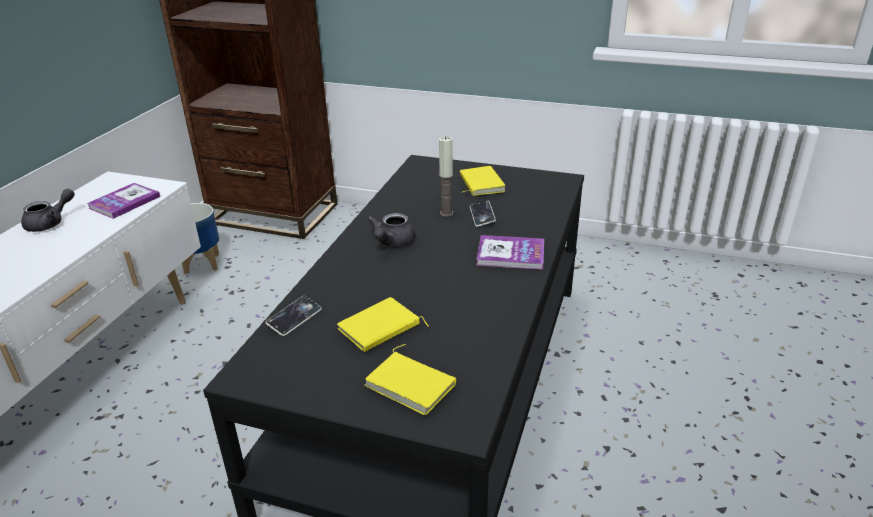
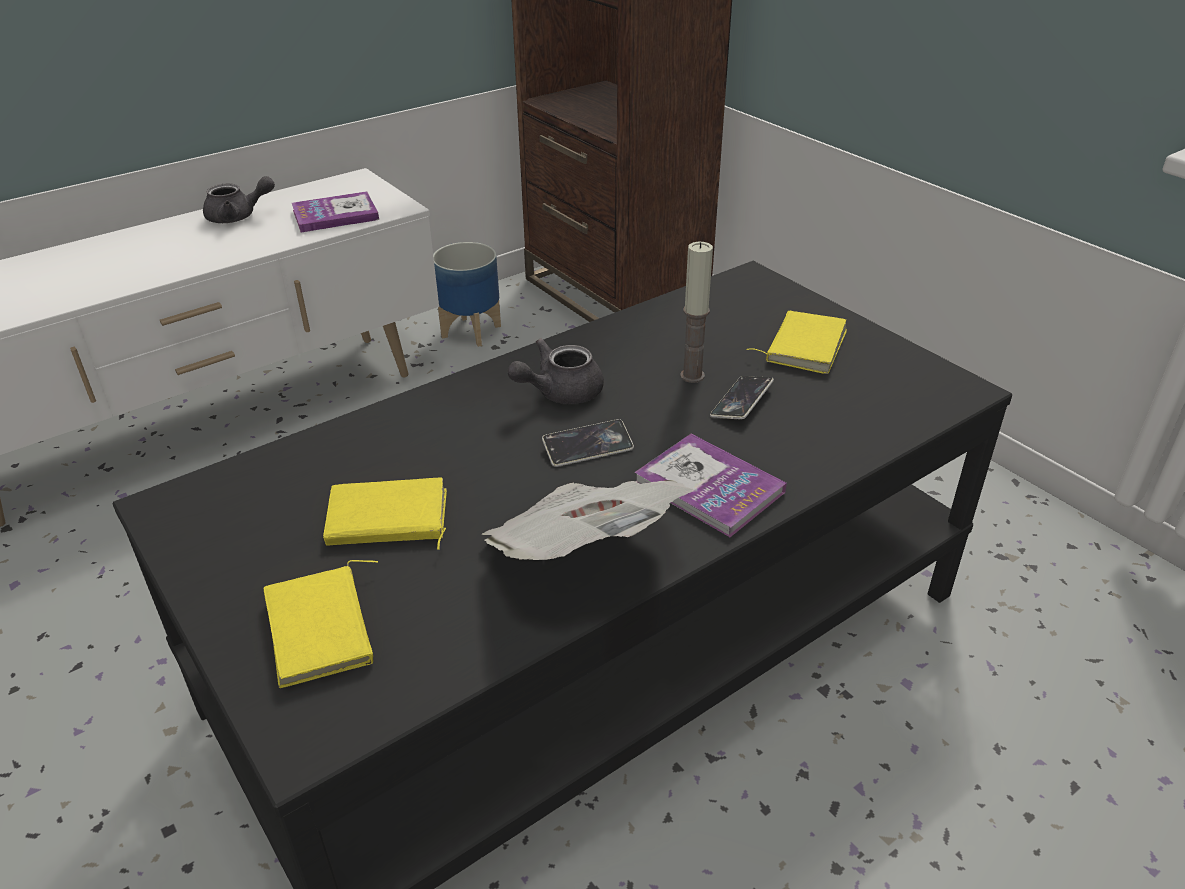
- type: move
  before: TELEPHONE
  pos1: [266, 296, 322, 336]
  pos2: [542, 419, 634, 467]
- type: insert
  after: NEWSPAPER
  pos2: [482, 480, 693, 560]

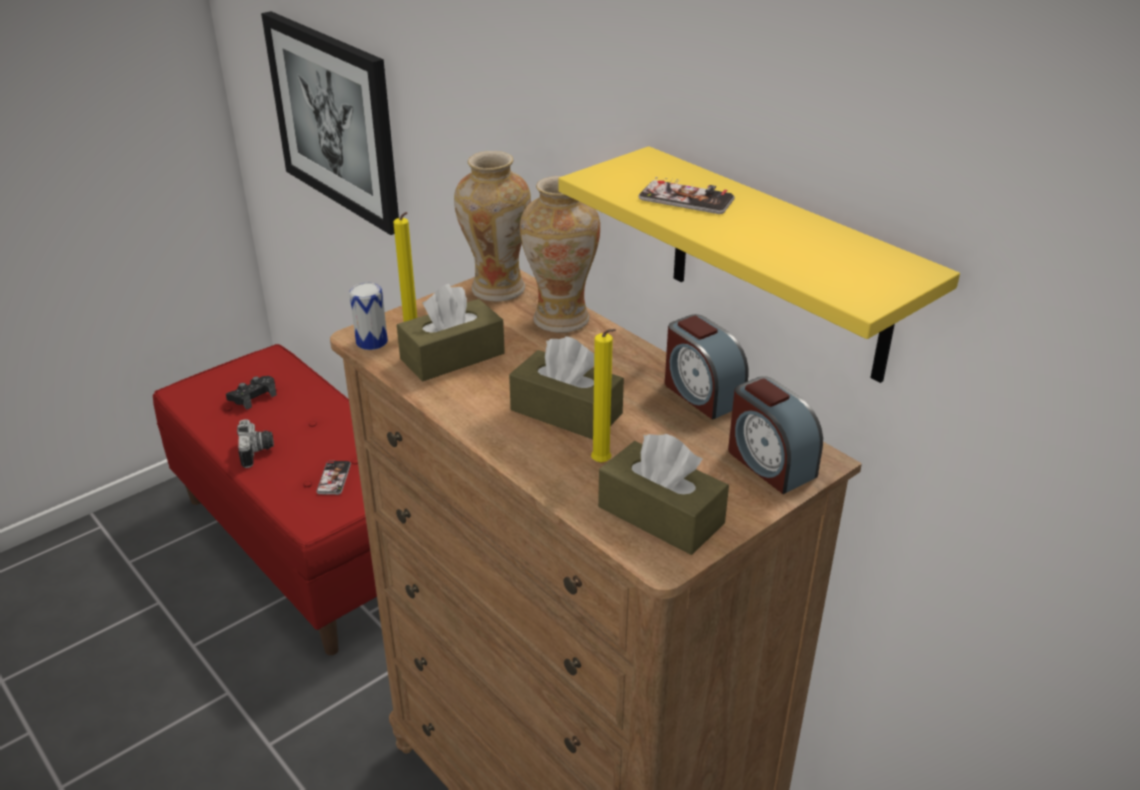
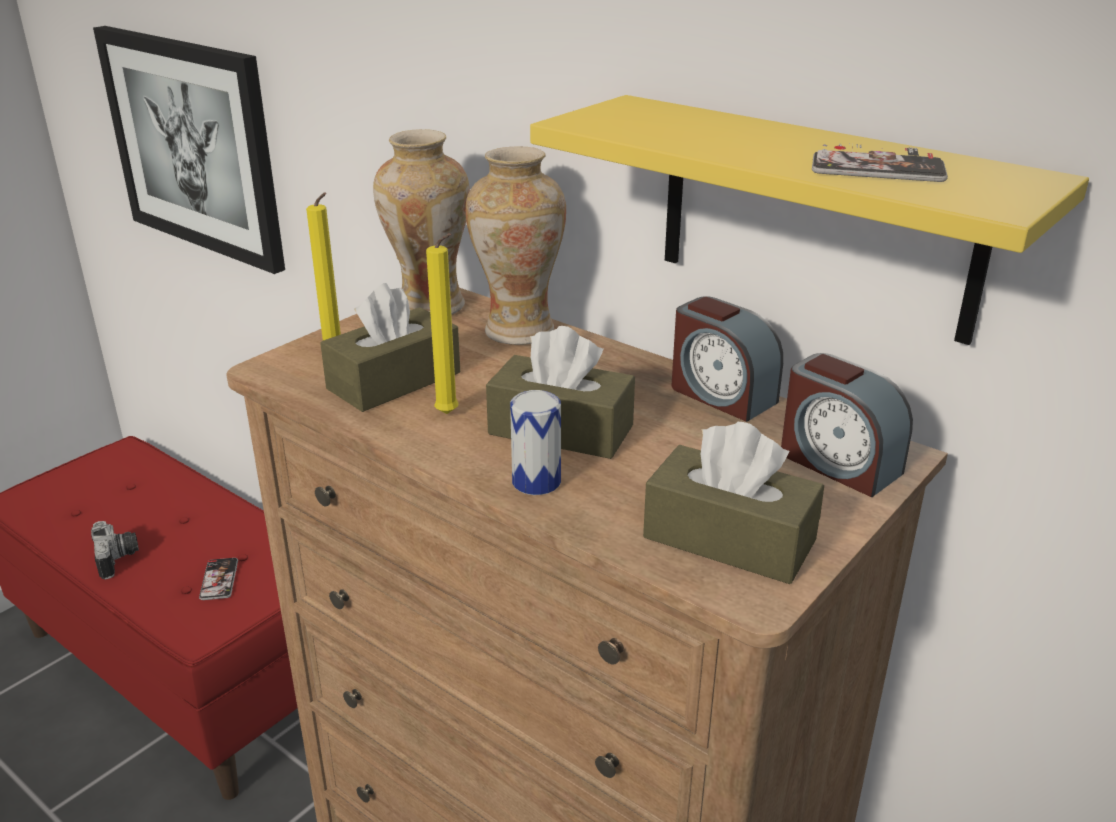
- type: move
  before: TELEPHONE
  pos1: [638, 177, 735, 214]
  pos2: [812, 143, 948, 182]
- type: move
  before: SEALED CAN
  pos1: [349, 283, 388, 350]
  pos2: [510, 390, 561, 495]
- type: move
  before: YELLOW-COLOURED WAX LIGHT
  pos1: [591, 329, 616, 463]
  pos2: [426, 233, 459, 414]
- type: delete
  before: BLACKISH GAME CONTROLLER
  pos1: [226, 376, 277, 410]

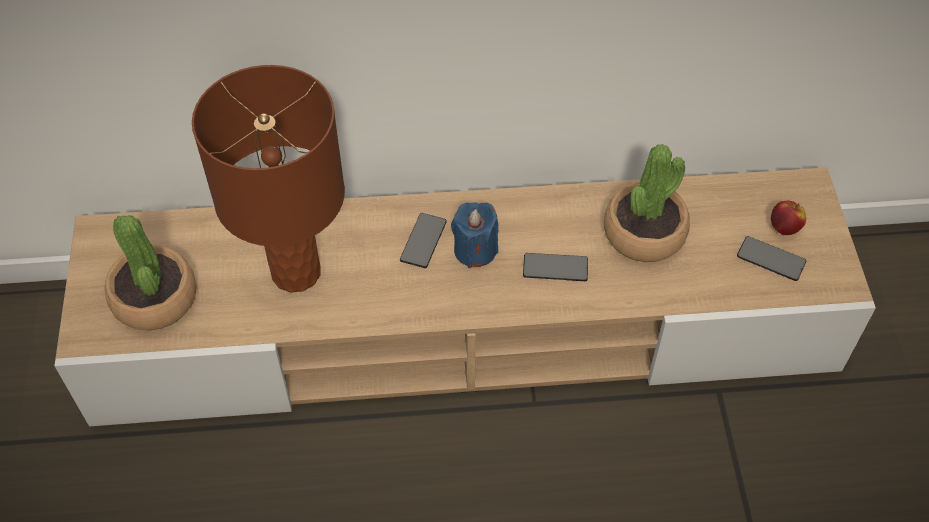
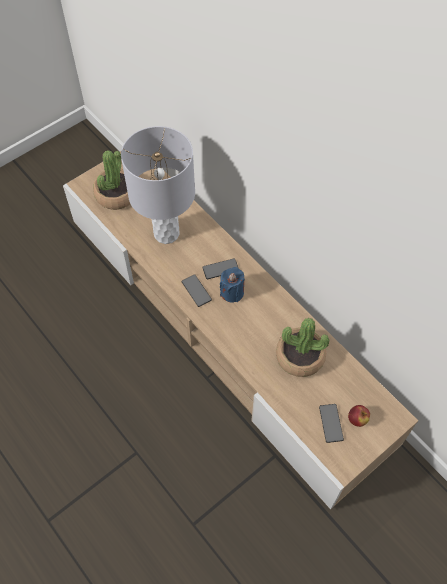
- type: recolor
  before: BROWN TABLE LAMP
  after: GREY TABLE LAMP
  pos1: [192, 65, 345, 293]
  pos2: [121, 126, 195, 244]
- type: move
  before: TELEPHONE
  pos1: [523, 253, 588, 281]
  pos2: [182, 274, 212, 307]

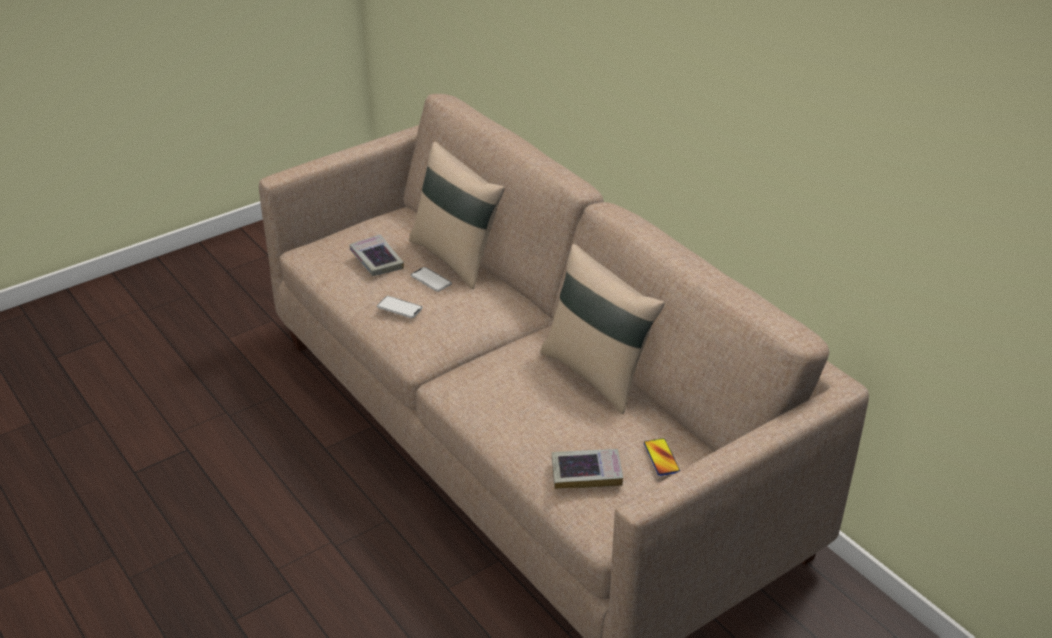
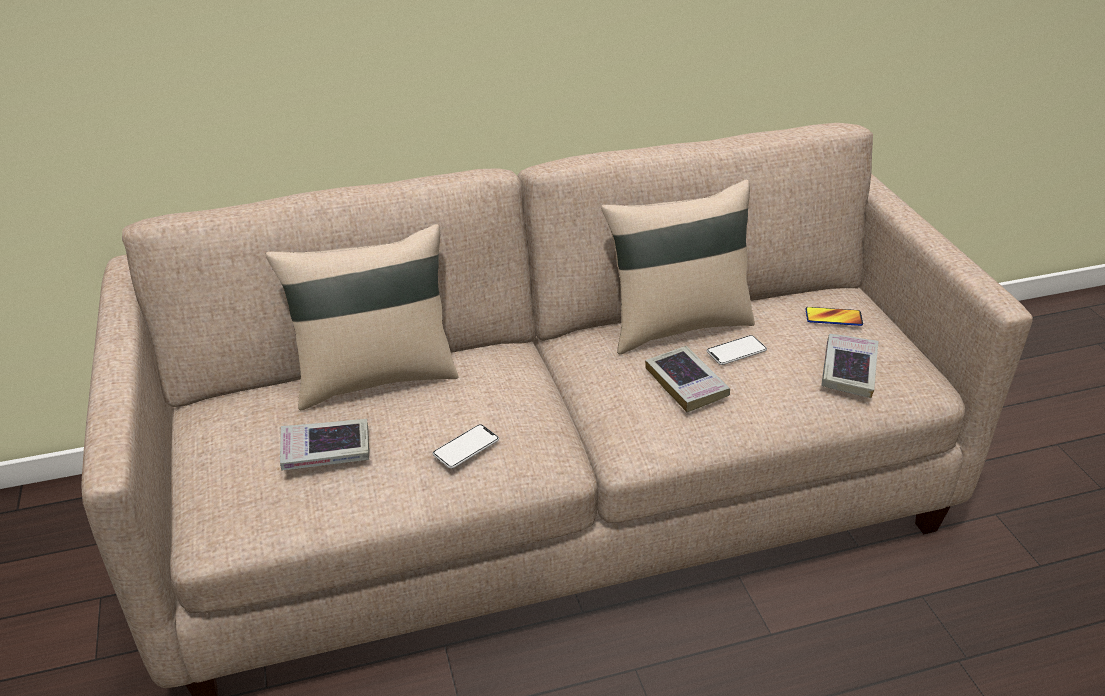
- type: move
  before: TELEPHONE
  pos1: [411, 267, 452, 292]
  pos2: [706, 335, 767, 365]
- type: insert
  after: VOLUME
  pos2: [645, 346, 730, 412]

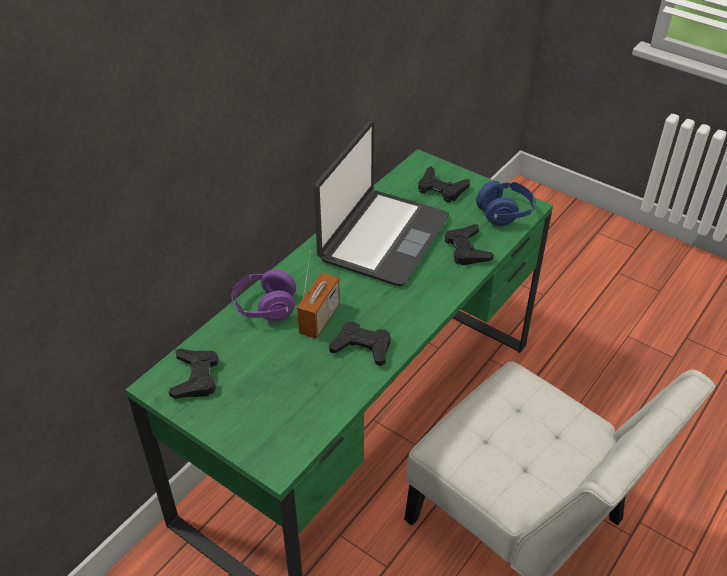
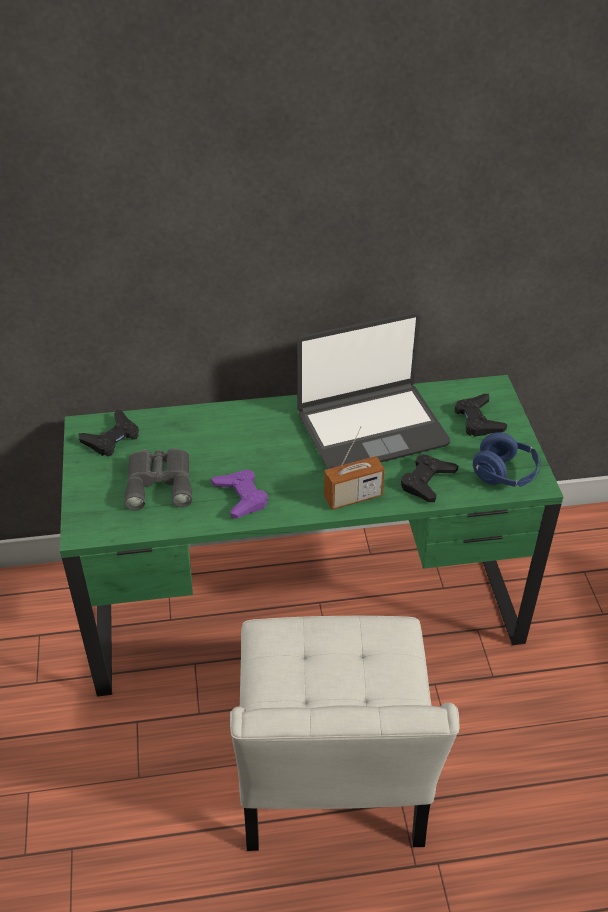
- type: move
  before: RADIO RECEIVER
  pos1: [297, 251, 340, 339]
  pos2: [324, 426, 385, 510]
- type: delete
  before: PURPLE-COLOURED HEADSET
  pos1: [232, 269, 296, 322]
- type: recolor
  before: BLACKISH GAME CONTROLLER
  after: PURPLE-COLOURED GAME CONTROLLER
  pos1: [329, 322, 390, 366]
  pos2: [211, 469, 268, 519]
- type: insert
  after: GREY BINOCULARS
  pos2: [124, 448, 192, 511]

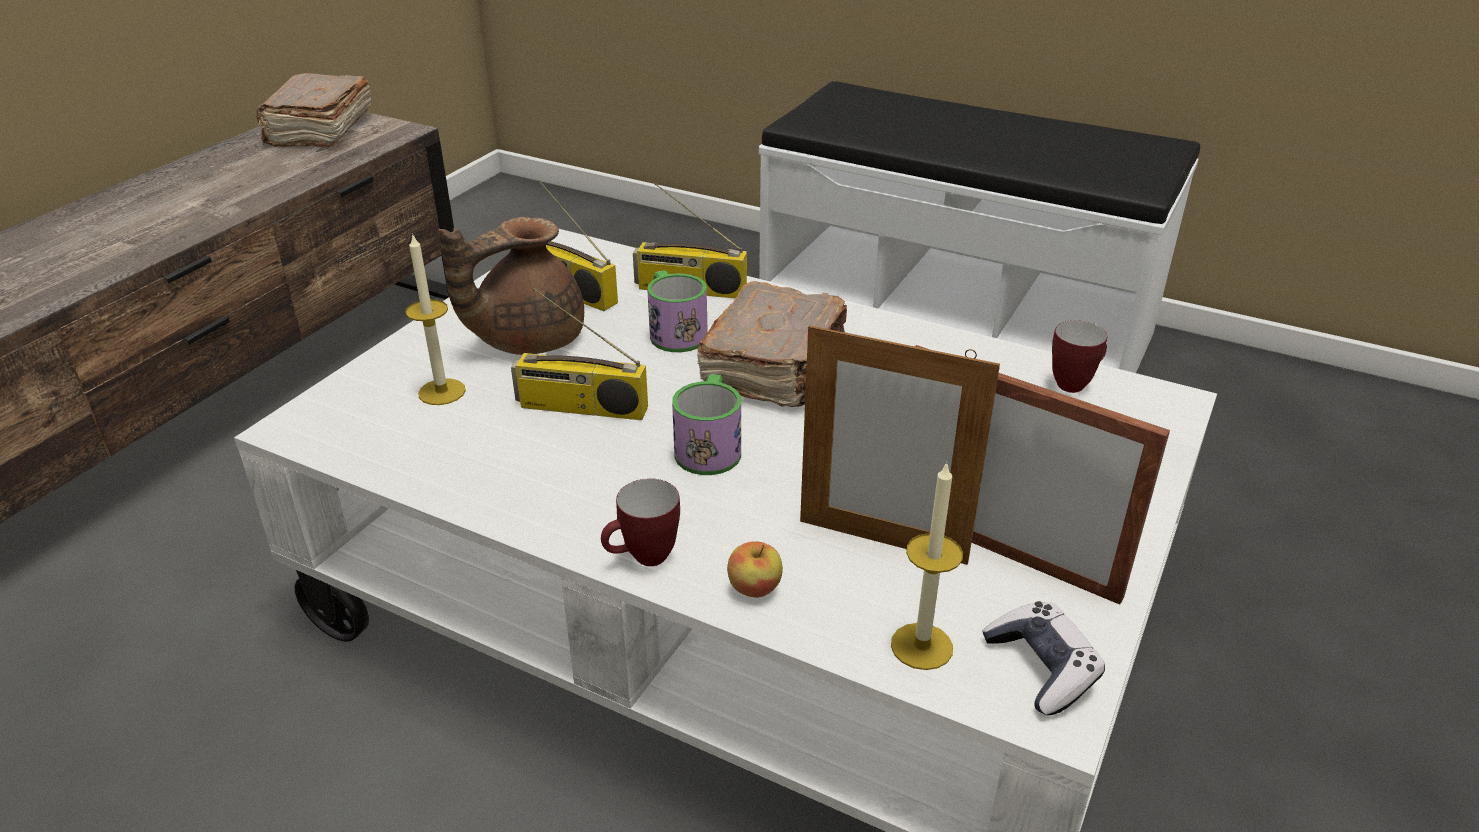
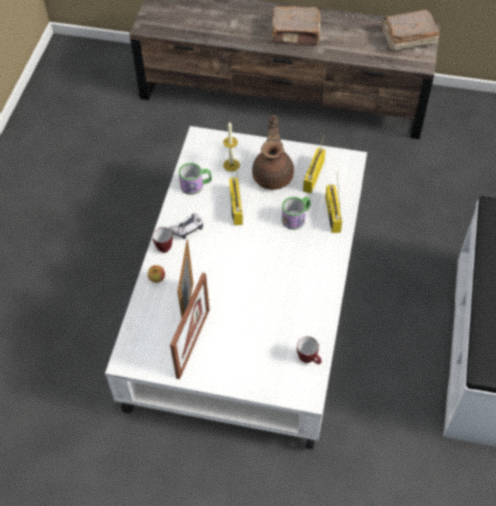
- type: rotate
  before: BROWN TEAPOT
  pos1: [438, 217, 584, 355]
  pos2: [252, 115, 294, 190]
  turn: 60
- type: move
  before: BROWN VOLUME
  pos1: [697, 281, 847, 407]
  pos2: [272, 6, 320, 45]
- type: move
  before: MUG
  pos1: [672, 374, 741, 475]
  pos2: [179, 163, 212, 195]
- type: delete
  before: WAX LIGHT
  pos1: [891, 462, 963, 670]
- type: move
  before: GAME CONTROLLER
  pos1: [982, 601, 1105, 716]
  pos2: [169, 213, 203, 239]

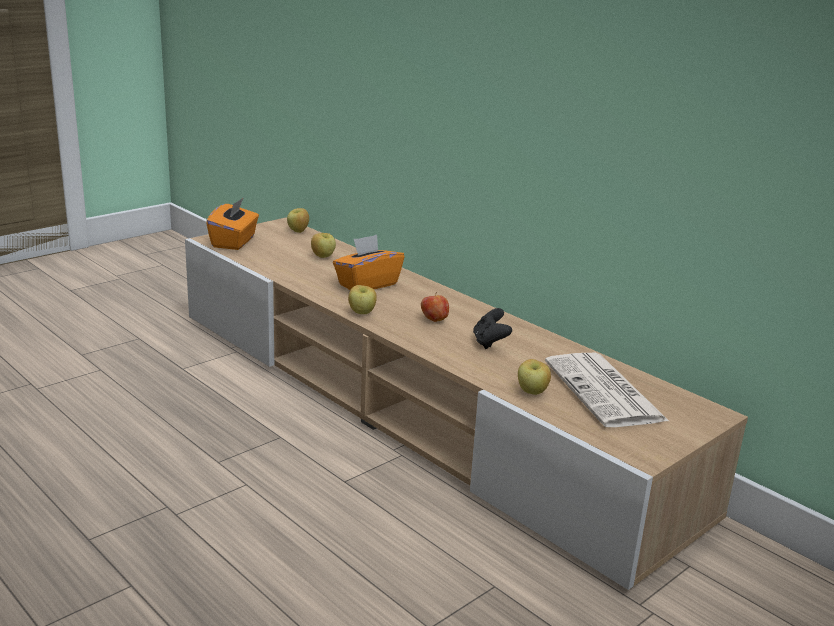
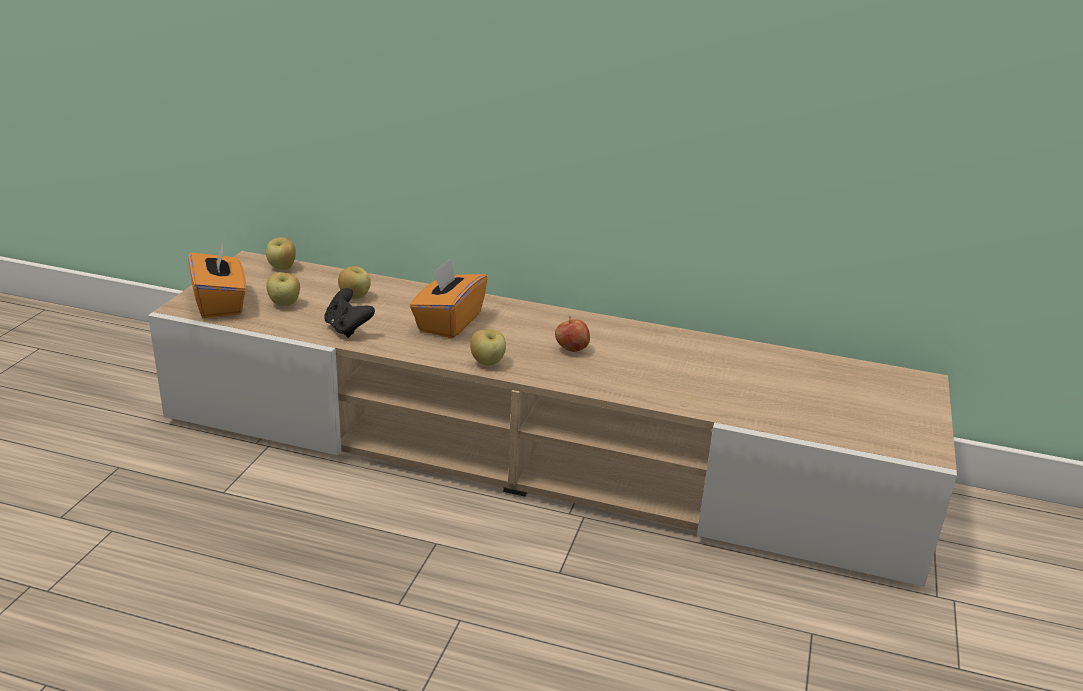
- type: move
  before: BLACKISH GAME CONTROLLER
  pos1: [473, 308, 512, 349]
  pos2: [324, 288, 375, 338]
- type: delete
  before: NEWSPAPER
  pos1: [545, 353, 669, 427]
- type: move
  before: WHOLE APPLE
  pos1: [518, 359, 551, 395]
  pos2: [266, 272, 300, 306]

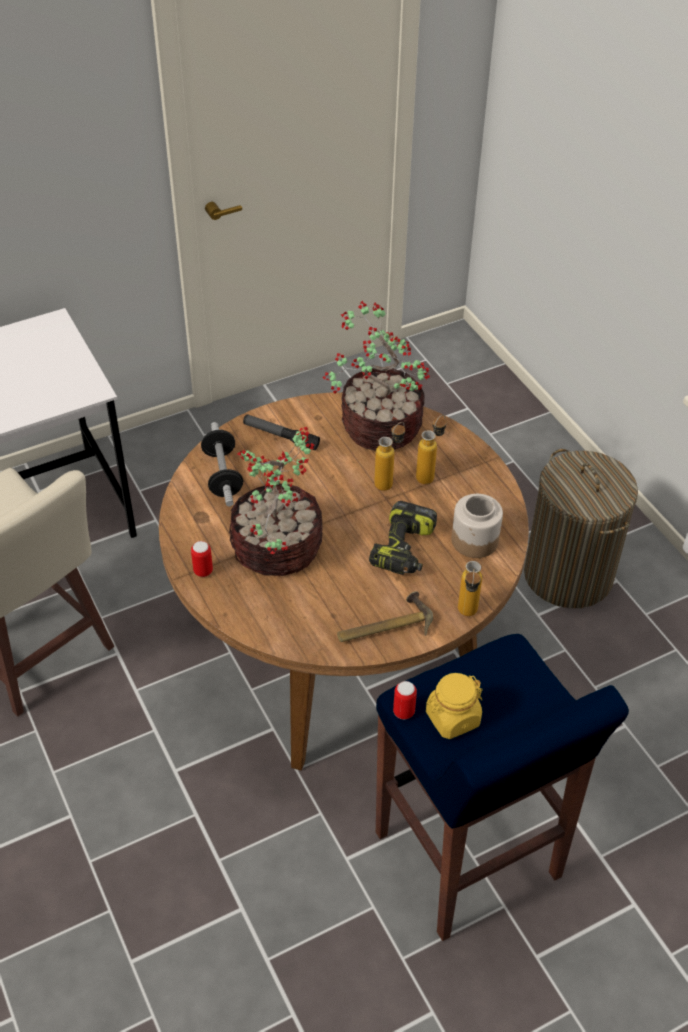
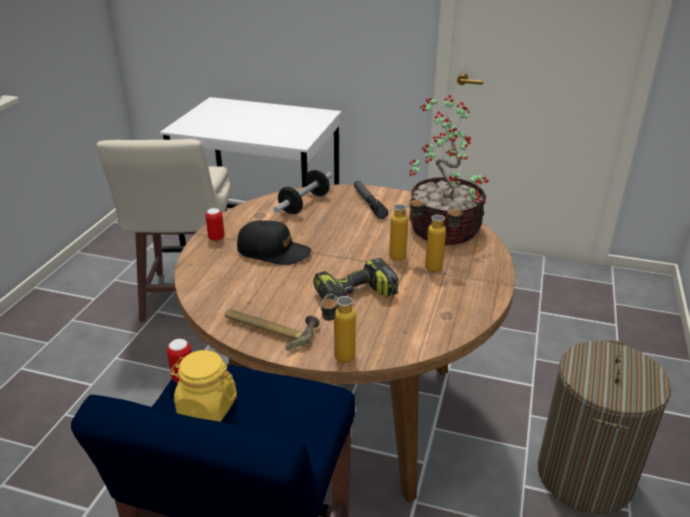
- type: replace
  before: HOUSEPLANT
  after: BLACKISH CAP
  pos1: [229, 427, 323, 576]
  pos2: [237, 220, 311, 265]
- type: delete
  before: JAR
  pos1: [452, 494, 503, 558]

